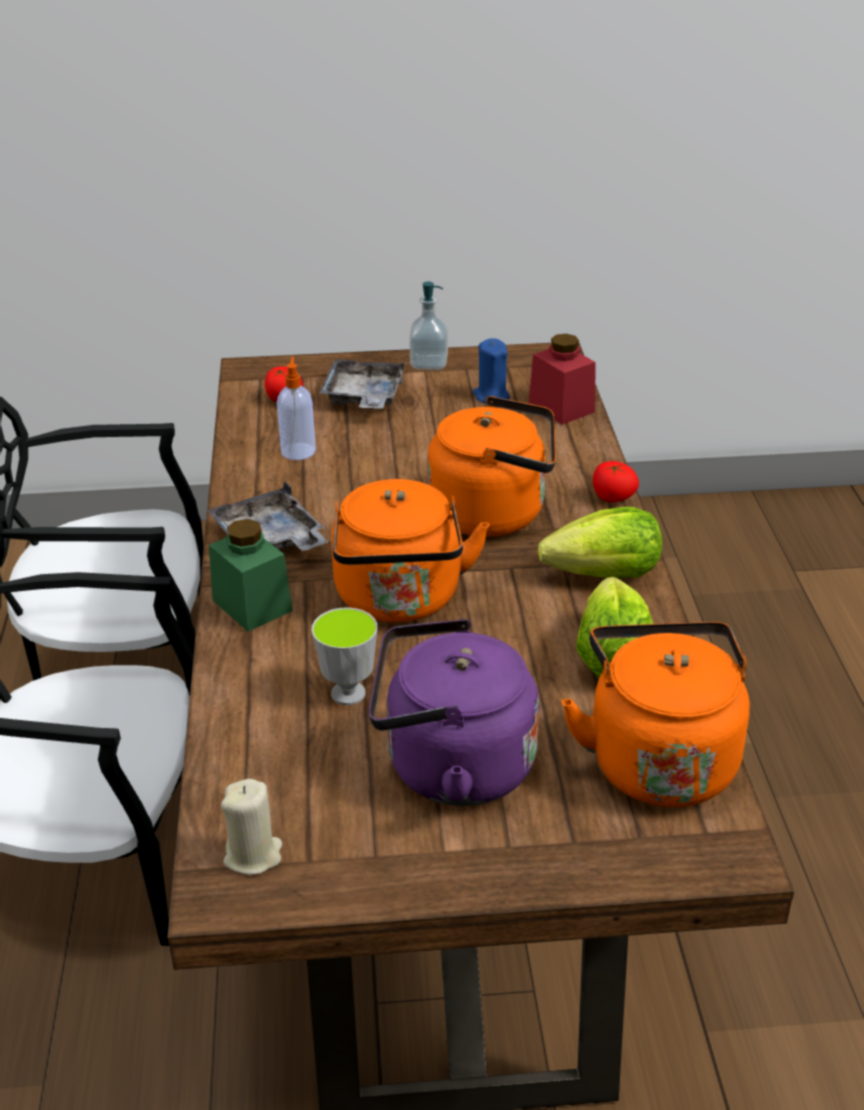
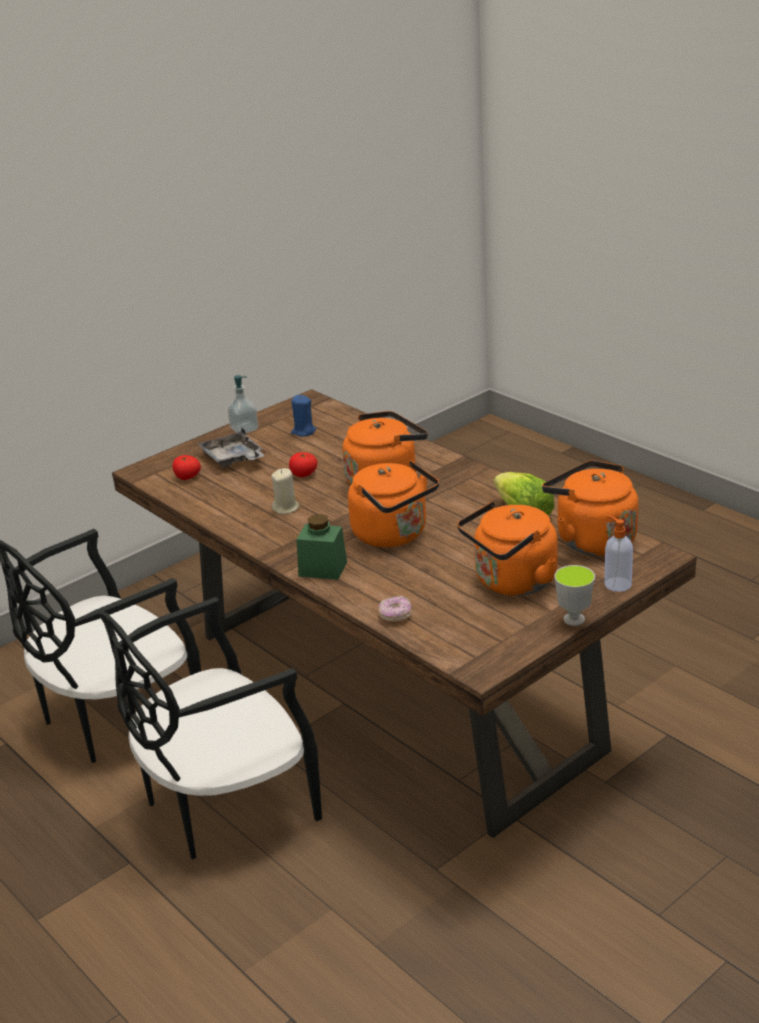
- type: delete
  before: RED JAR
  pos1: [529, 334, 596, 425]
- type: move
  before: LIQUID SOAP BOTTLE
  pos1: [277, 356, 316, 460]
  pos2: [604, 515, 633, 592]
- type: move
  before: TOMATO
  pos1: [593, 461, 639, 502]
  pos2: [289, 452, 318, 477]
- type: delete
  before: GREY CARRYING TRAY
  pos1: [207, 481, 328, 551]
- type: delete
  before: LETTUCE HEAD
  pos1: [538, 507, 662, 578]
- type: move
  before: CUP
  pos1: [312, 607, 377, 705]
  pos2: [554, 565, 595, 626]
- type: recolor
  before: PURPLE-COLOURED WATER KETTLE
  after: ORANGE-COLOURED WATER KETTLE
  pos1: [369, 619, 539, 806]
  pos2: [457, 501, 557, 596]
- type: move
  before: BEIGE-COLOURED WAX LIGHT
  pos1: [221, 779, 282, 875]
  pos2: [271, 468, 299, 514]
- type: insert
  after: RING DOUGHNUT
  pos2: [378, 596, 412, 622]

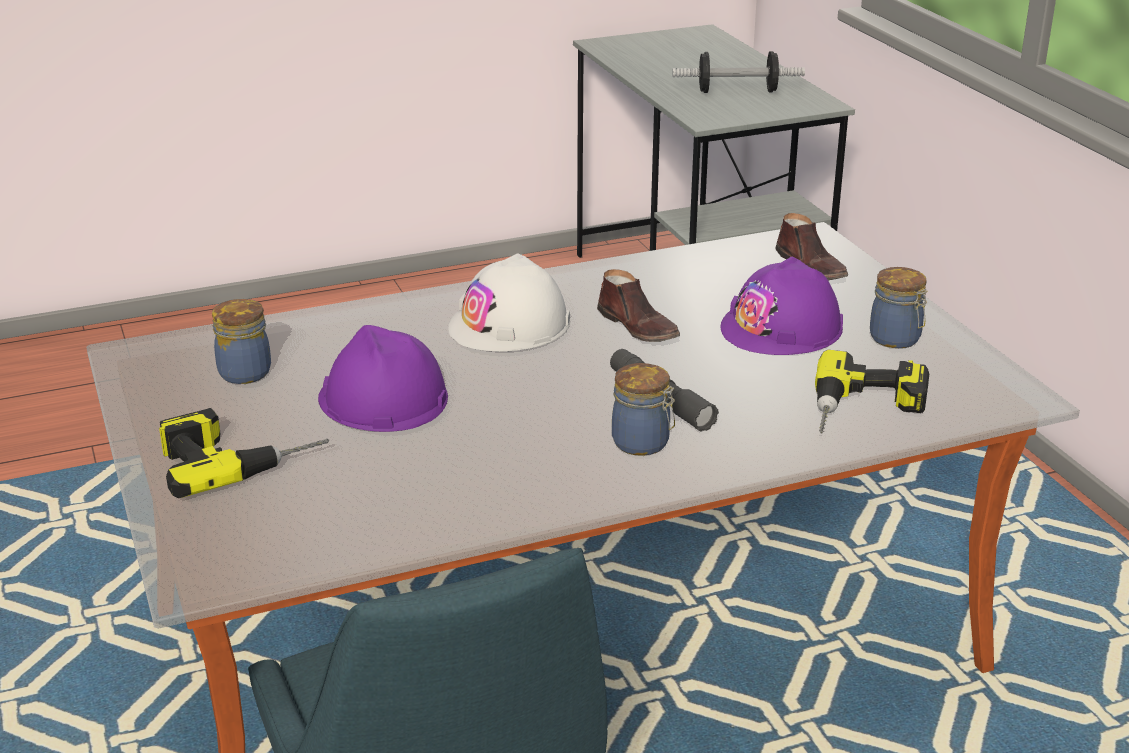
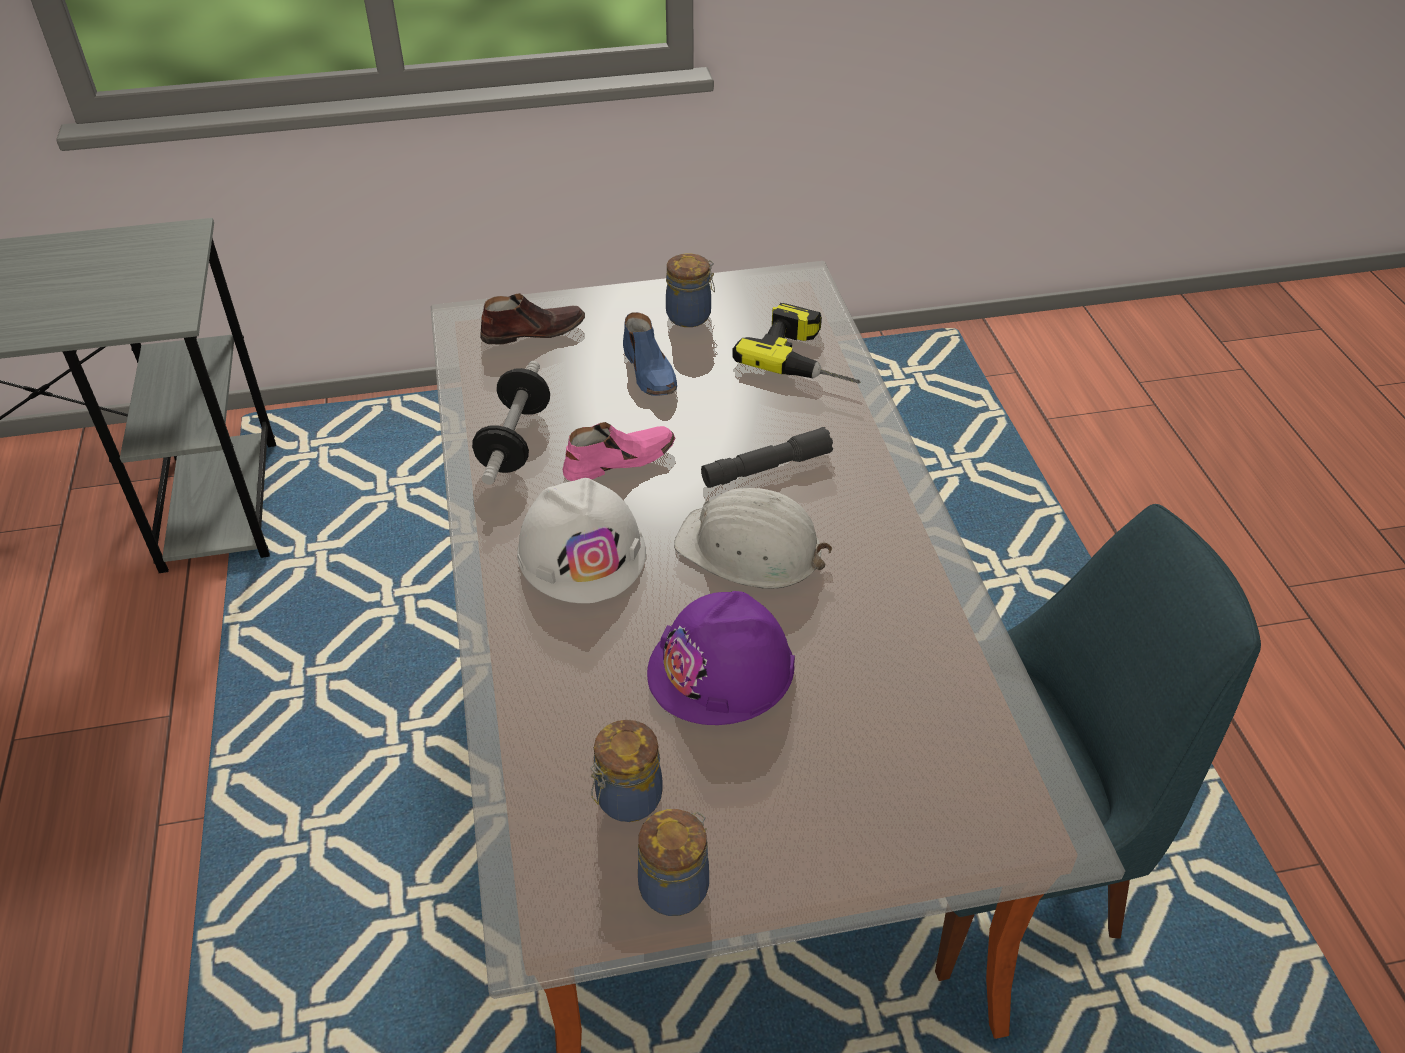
- type: move
  before: FREE WEIGHT
  pos1: [672, 51, 805, 93]
  pos2: [472, 361, 550, 485]
- type: replace
  before: PURPLE-COLOURED HARD HAT
  after: BLUISH SHOE
  pos1: [720, 257, 843, 355]
  pos2: [623, 312, 677, 396]
- type: recolor
  before: BROWN SHOE
  after: PINK-COLOURED SHOE
  pos1: [597, 269, 680, 342]
  pos2: [563, 422, 675, 481]
- type: move
  before: JAR
  pos1: [612, 363, 675, 456]
  pos2: [638, 809, 709, 916]
- type: delete
  before: ELECTRIC DRILL
  pos1: [159, 408, 329, 498]
- type: insert
  after: WHITE-COLOURED HARD HAT
  pos2: [674, 488, 832, 589]

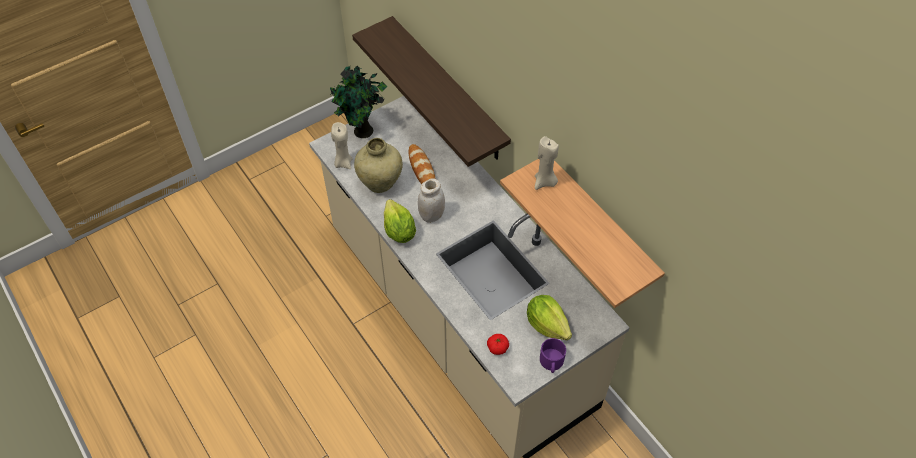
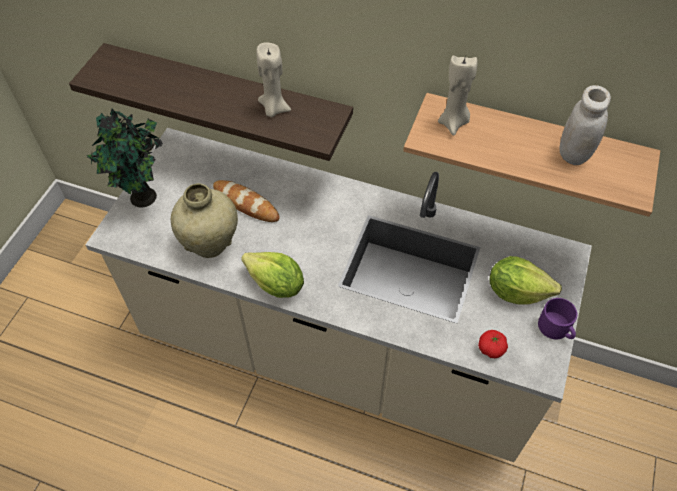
- type: move
  before: BEIGE-COLOURED WAX LIGHT
  pos1: [331, 122, 353, 169]
  pos2: [256, 42, 291, 117]
- type: move
  before: WHITE-COLOURED JAR
  pos1: [418, 178, 445, 223]
  pos2: [560, 85, 611, 165]

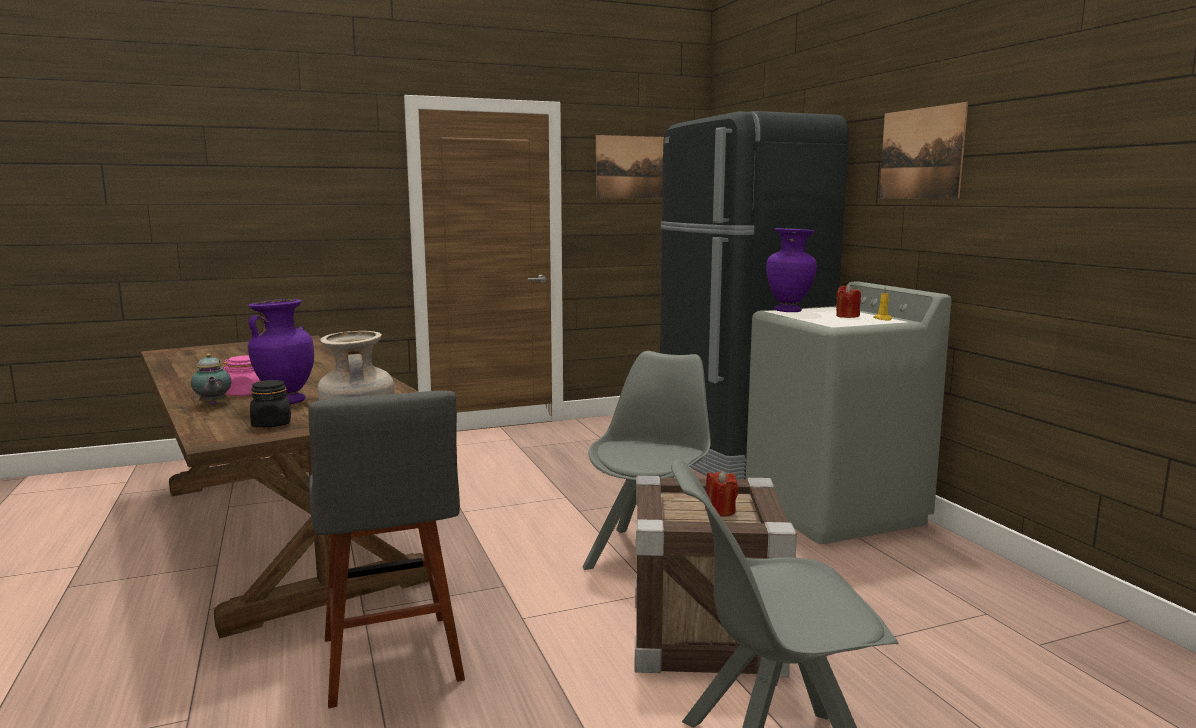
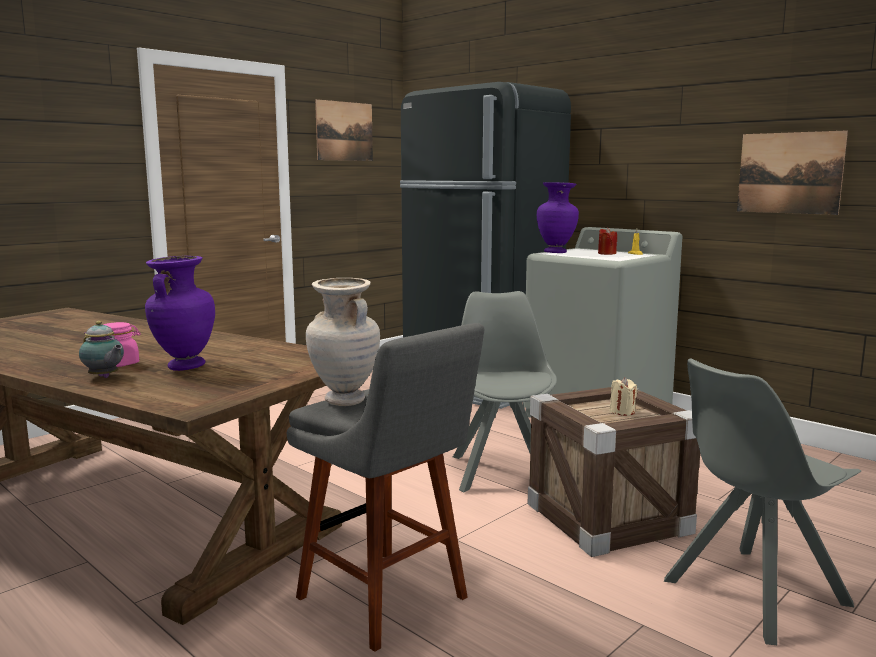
- type: move
  before: WALL PICTURE
  pos1: [879, 102, 968, 199]
  pos2: [737, 130, 848, 215]
- type: delete
  before: BLACKISH JAR
  pos1: [250, 380, 291, 427]
- type: recolor
  before: RED WAX LIGHT
  after: BEIGE-COLOURED WAX LIGHT
  pos1: [705, 470, 738, 516]
  pos2: [610, 377, 638, 416]

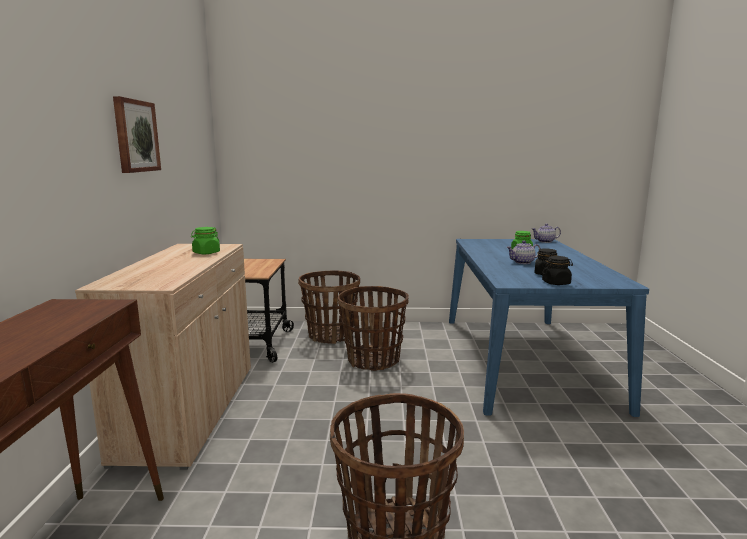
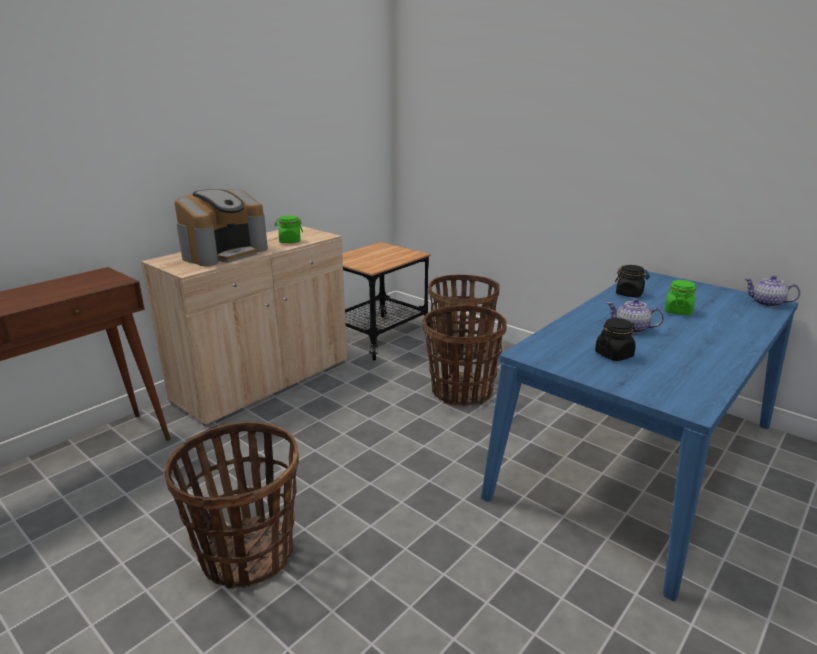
- type: delete
  before: WALL PICTURE
  pos1: [113, 96, 161, 173]
- type: move
  before: BLACKISH JAR
  pos1: [542, 256, 573, 285]
  pos2: [615, 265, 650, 298]
- type: insert
  after: COFFEE BREWER
  pos2: [175, 189, 268, 266]

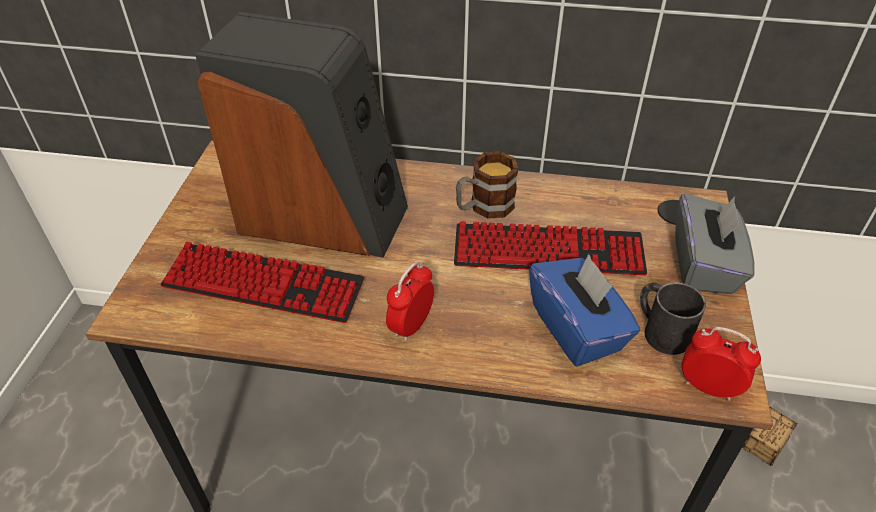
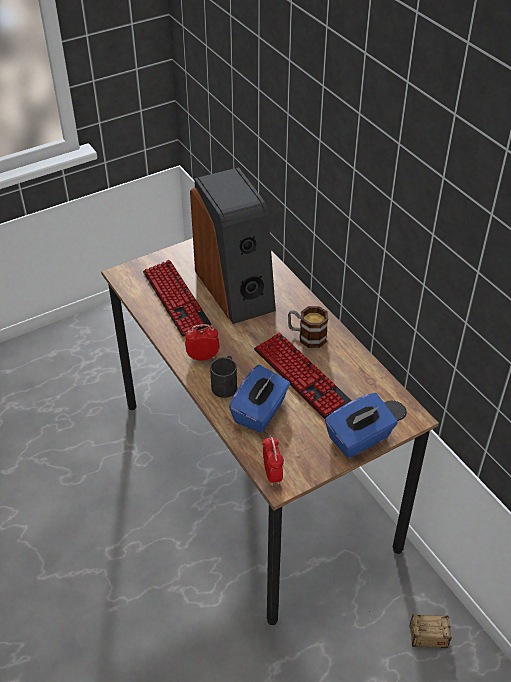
- type: recolor
  before: GREY BOX OF TISSUES
  after: BLUISH BOX OF TISSUES
  pos1: [675, 193, 755, 294]
  pos2: [325, 393, 398, 458]
- type: move
  before: BLACKISH MUG
  pos1: [640, 282, 706, 355]
  pos2: [210, 356, 237, 398]

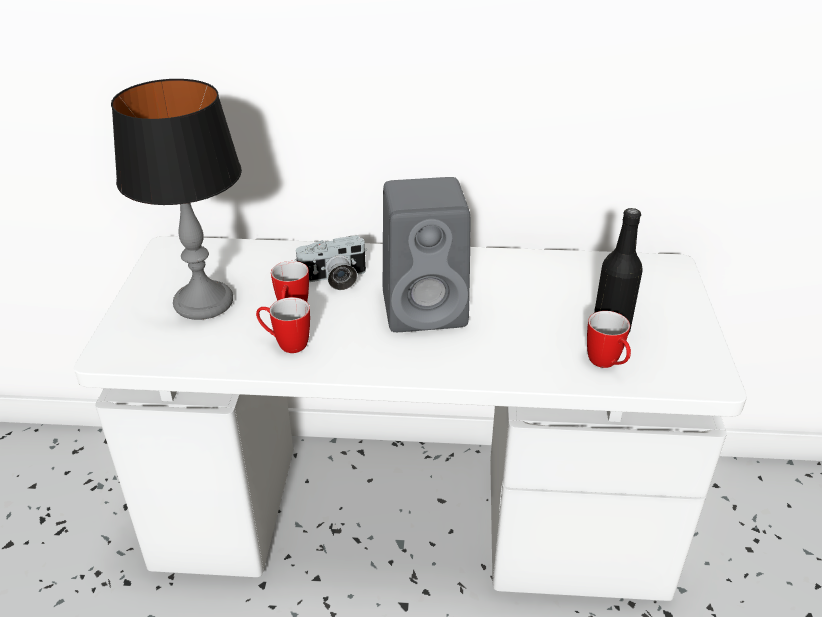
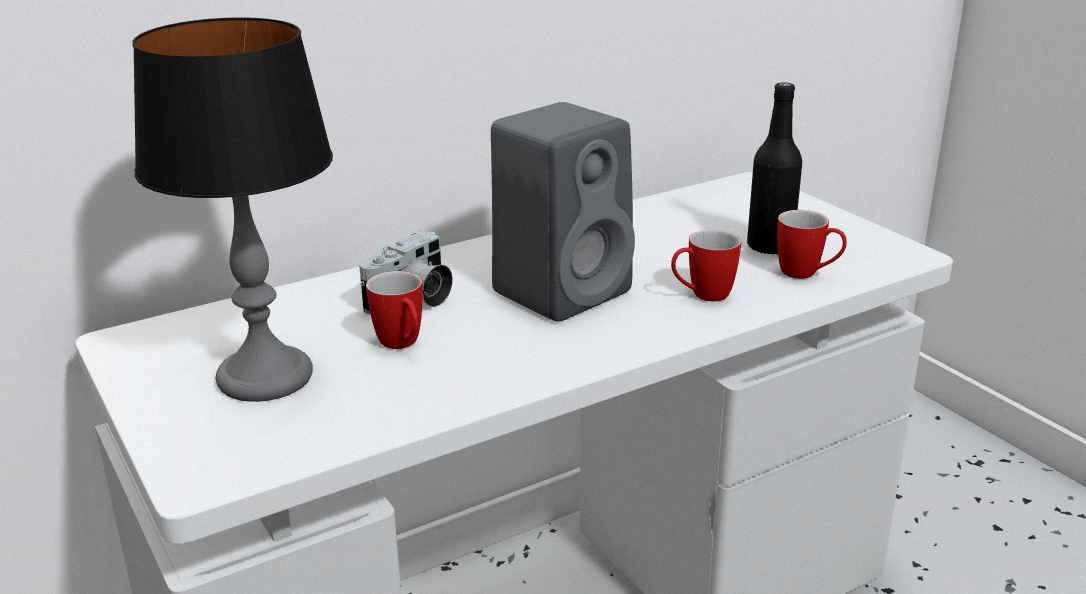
- type: move
  before: MUG
  pos1: [256, 297, 310, 353]
  pos2: [671, 230, 741, 301]

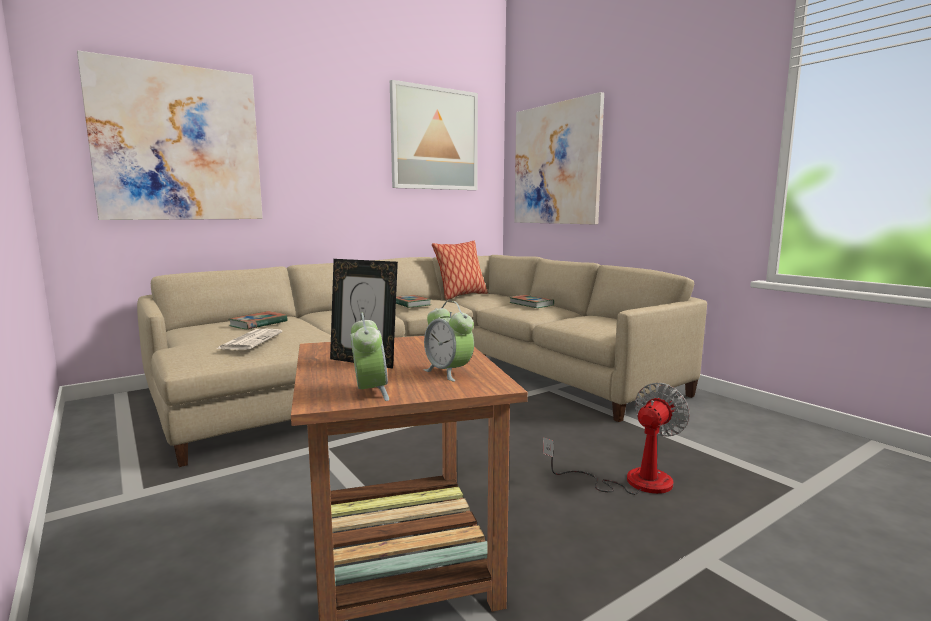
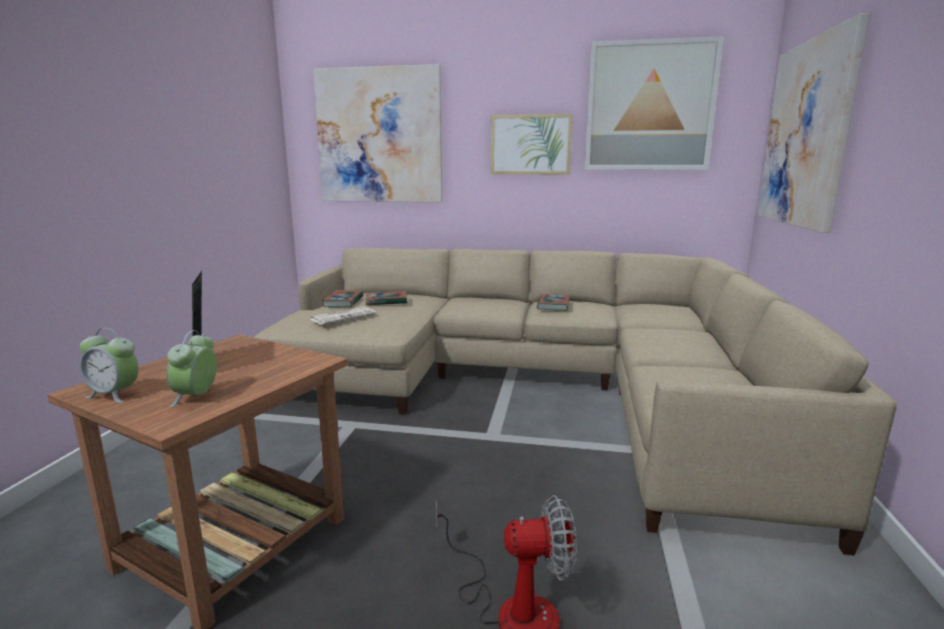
- type: delete
  before: PILLOW
  pos1: [432, 241, 488, 300]
- type: move
  before: VOLUME
  pos1: [509, 295, 554, 308]
  pos2: [322, 290, 363, 307]
- type: rotate
  before: ALARM CLOCK
  pos1: [350, 312, 389, 401]
  pos2: [80, 328, 139, 403]
  turn: 75
- type: insert
  after: WALL PICTURE
  pos2: [491, 114, 573, 175]

